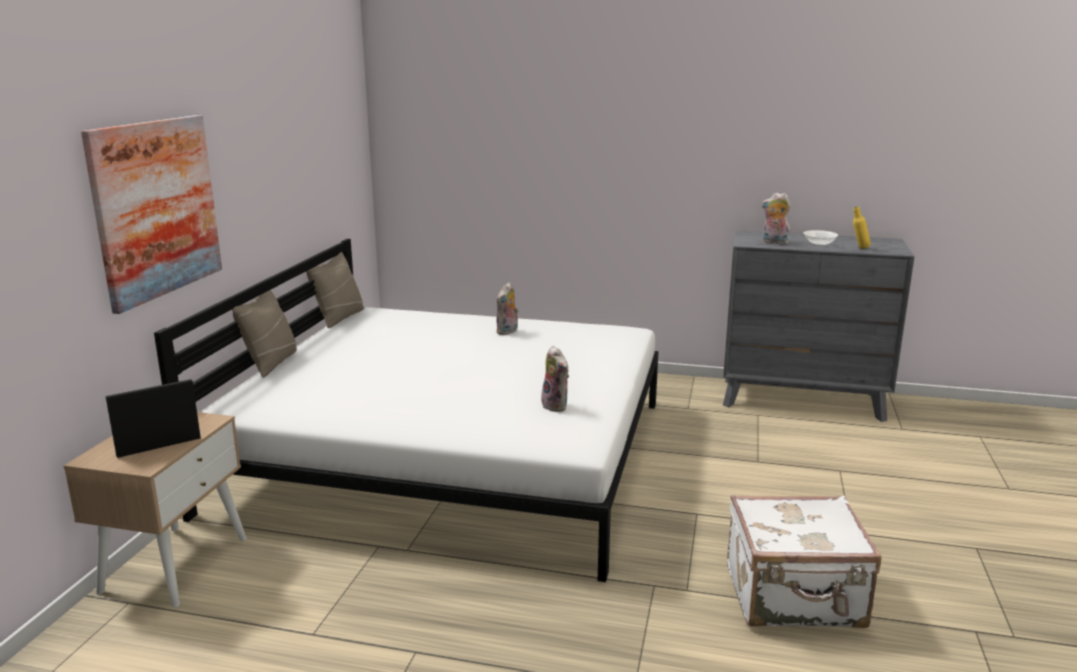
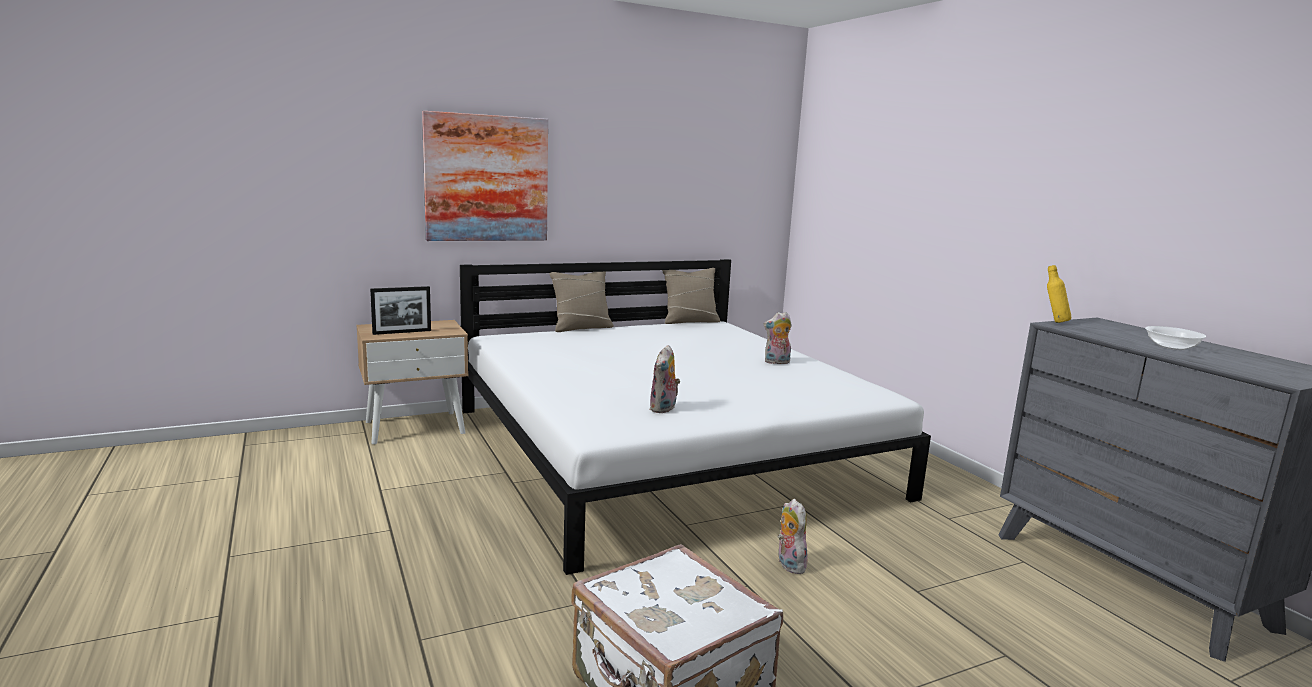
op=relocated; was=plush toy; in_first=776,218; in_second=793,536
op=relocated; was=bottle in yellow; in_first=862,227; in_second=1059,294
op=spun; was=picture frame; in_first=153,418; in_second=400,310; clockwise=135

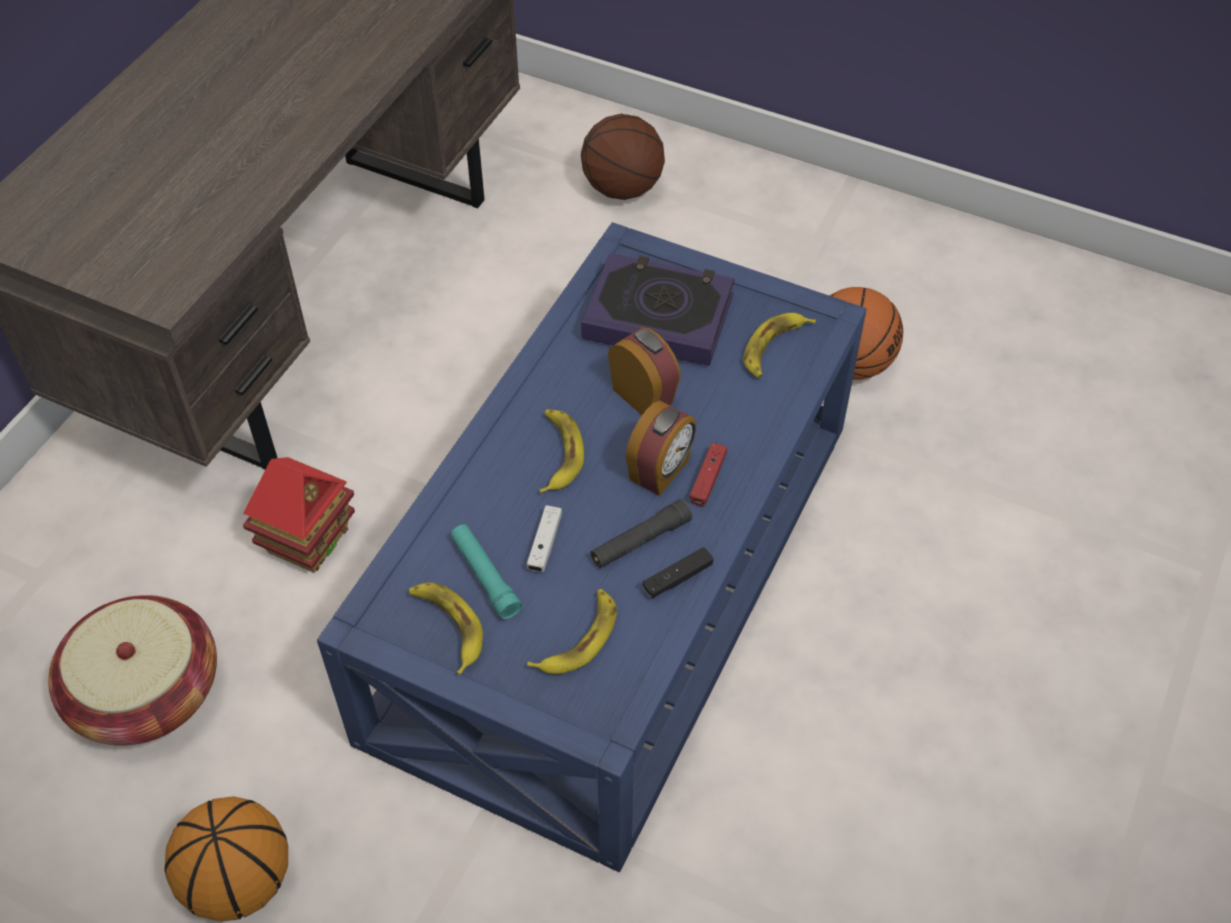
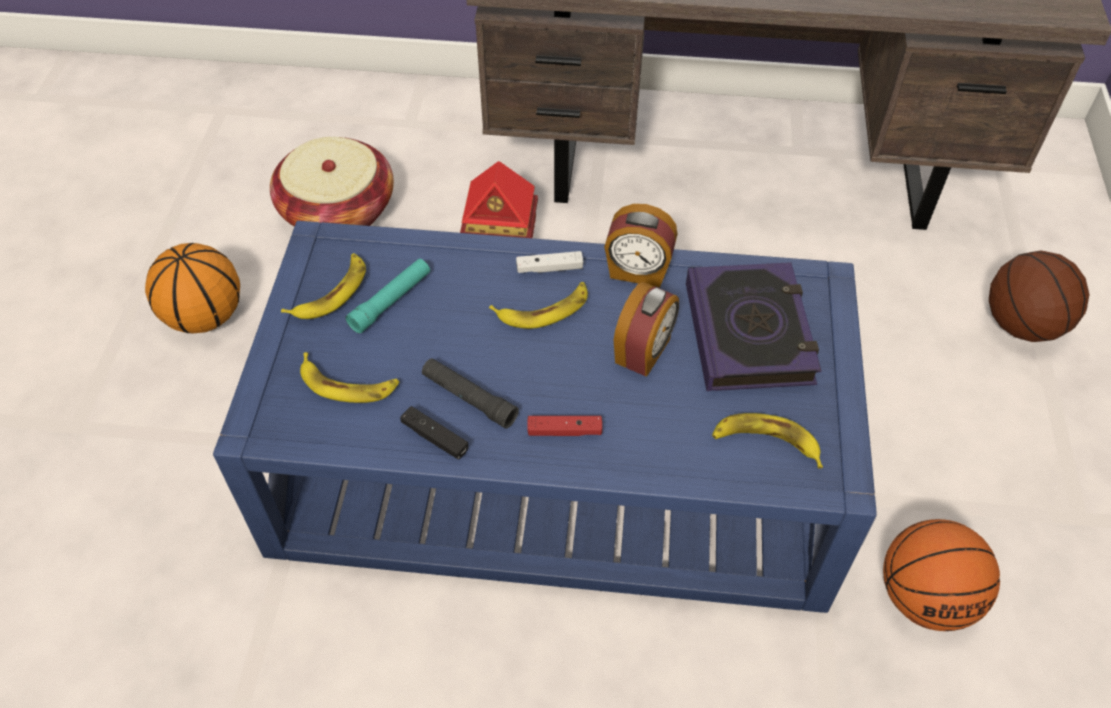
op=relocated; was=game controller in white; in_first=544,539; in_second=549,262
op=relocated; was=alarm clock; in_first=661,448; in_second=640,245

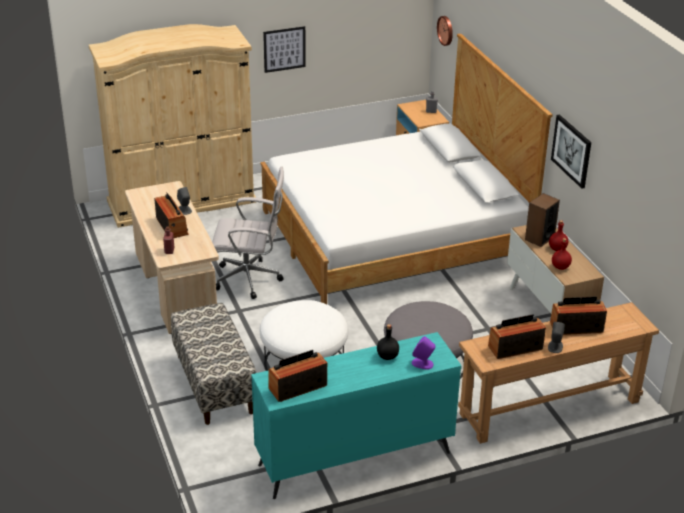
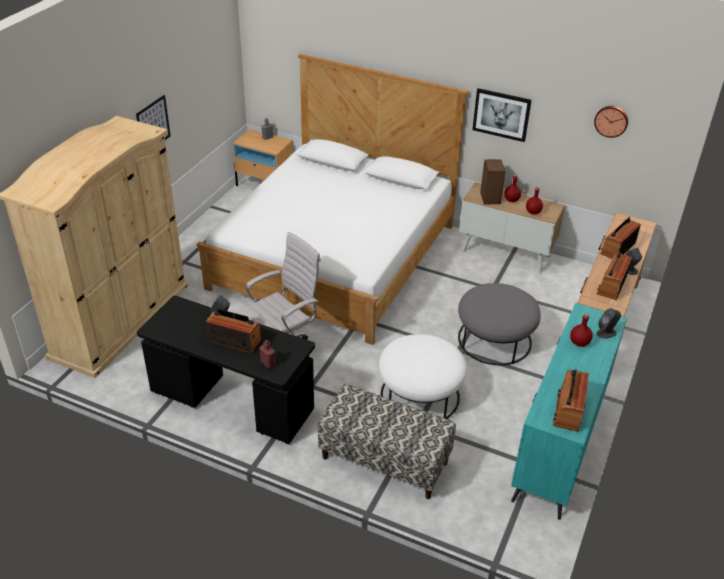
op=relocated; was=wall clock; in_first=445,31; in_second=611,122
op=colour; was=desk in beige; now=desk in black; in_first=172,257; in_second=226,370
op=colour; was=bottle in black; now=bottle in red; in_first=388,342; in_second=581,330
op=colour; was=speaker in purple; now=speaker in grey; in_first=423,352; in_second=609,323

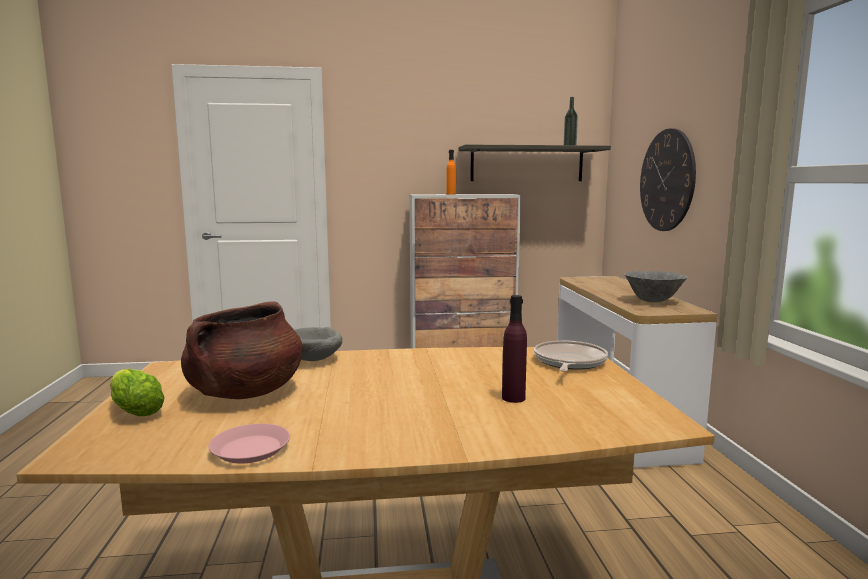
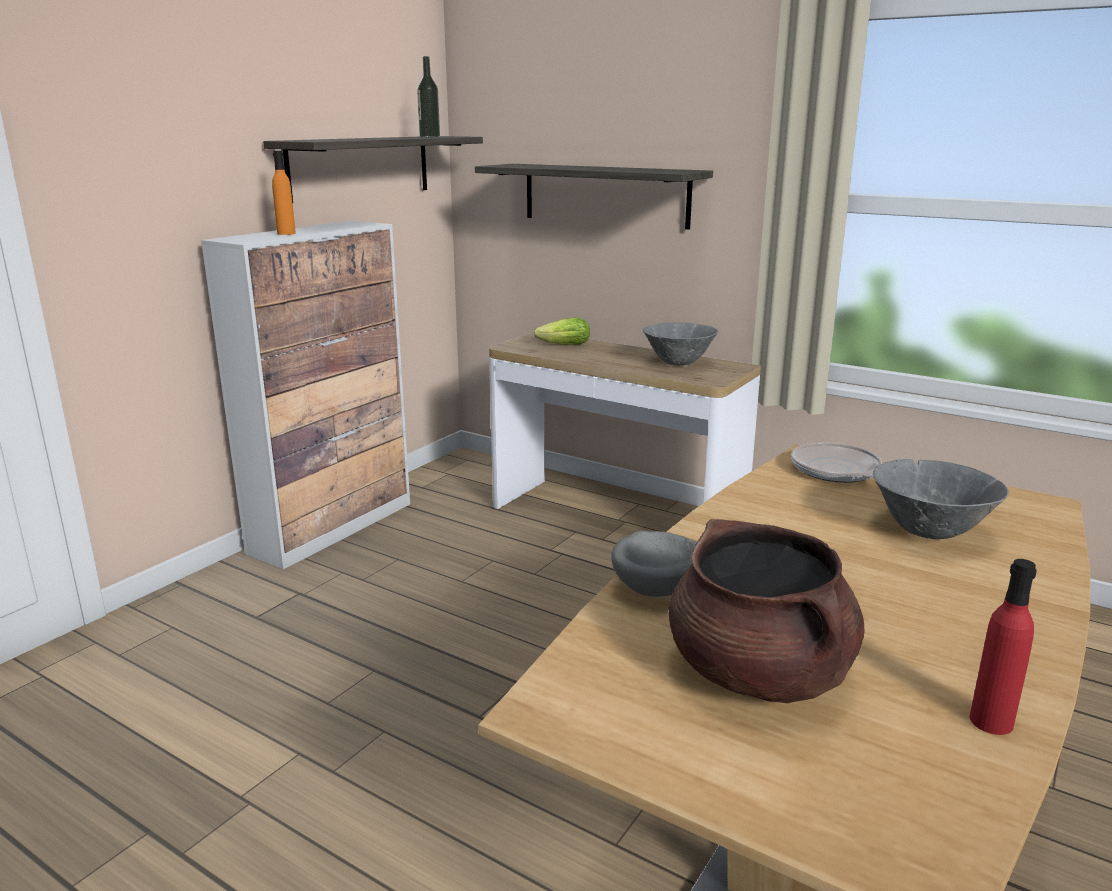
op=relocated; was=lettuce; in_first=137,392; in_second=562,331
op=exchanged; was=plate in pink; now=bottle in red; in_first=249,443; in_second=1003,647
op=exchanged; was=bottle in purple; now=bowl in grey; in_first=514,349; in_second=941,499
op=exchanged; was=wall clock; now=shelf; in_first=668,179; in_second=594,197

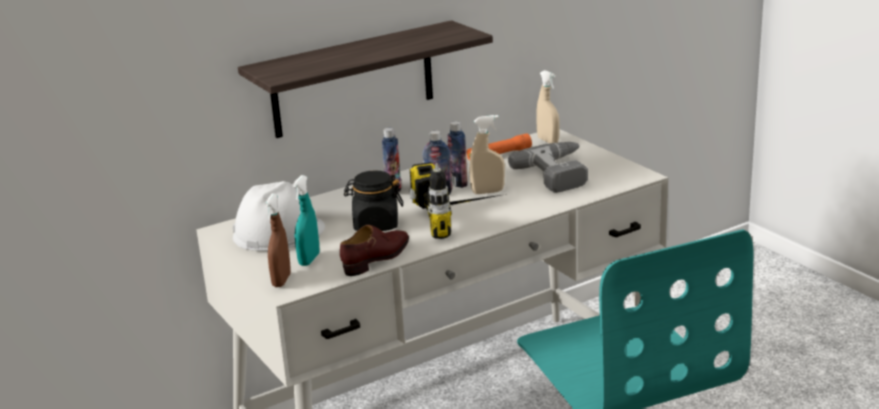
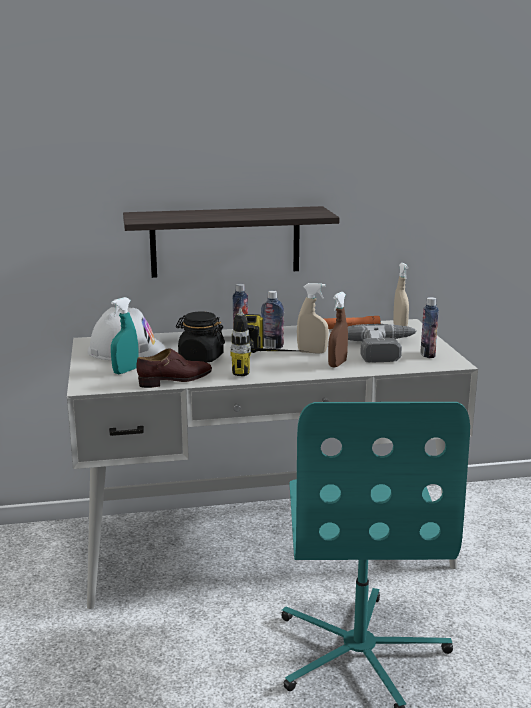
op=relocated; was=spray bottle in brown; in_first=278,240; in_second=338,330
op=relocated; was=bottle; in_first=457,154; in_second=429,327

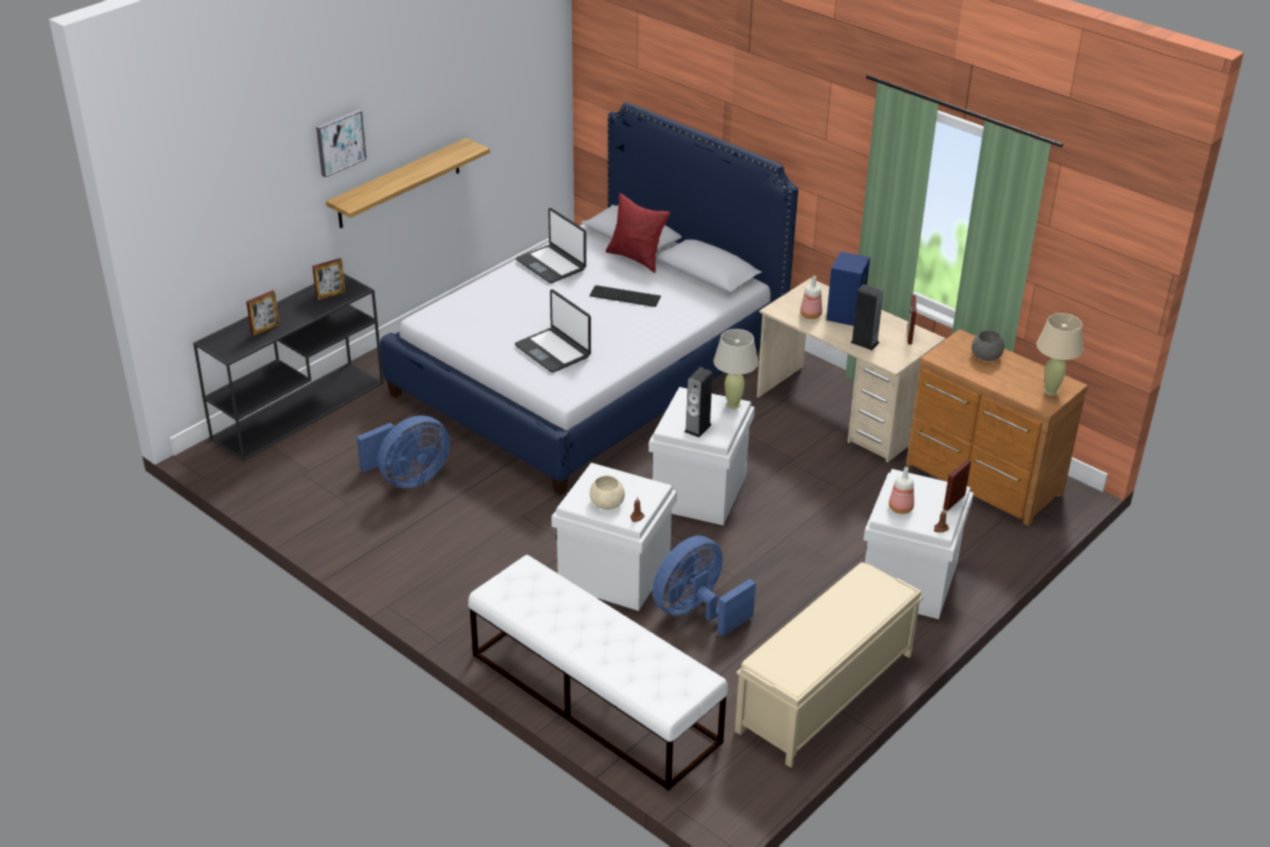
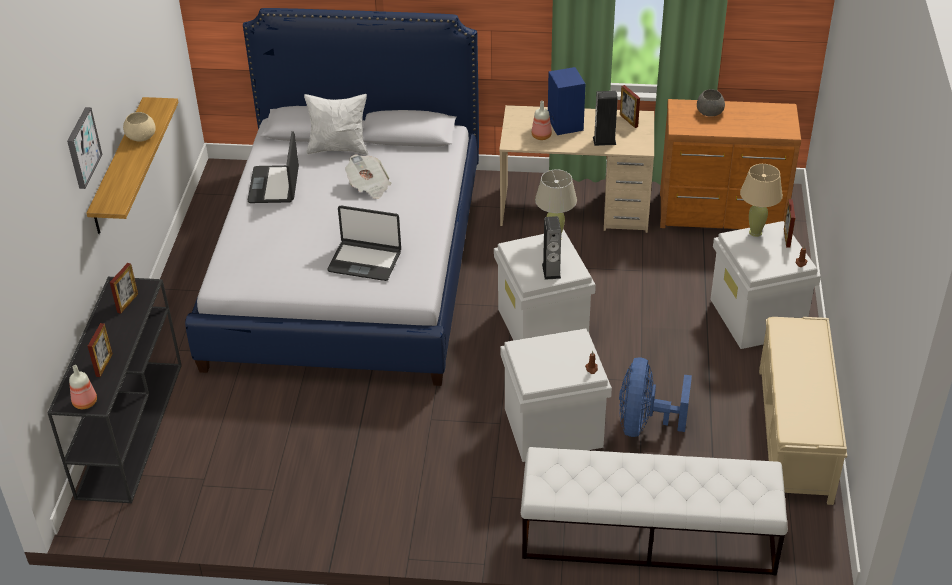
op=missing; was=fan in blue; in_first=403,451
op=relocated; was=bowl in beige; in_first=607,492; in_second=139,127
op=relocated; was=bottle; in_first=901,490; in_second=83,387
op=relocated; was=table lamp in beige; in_first=1060,354; in_second=761,200
op=exchanged; was=keyboard; now=newspaper; in_first=625,296; in_second=368,177
op=colour; was=pillow in red; now=pillow in white; in_first=638,233; in_second=336,124
op=spun; was=laptop; in_first=551,245; in_second=273,167; clockwise=75

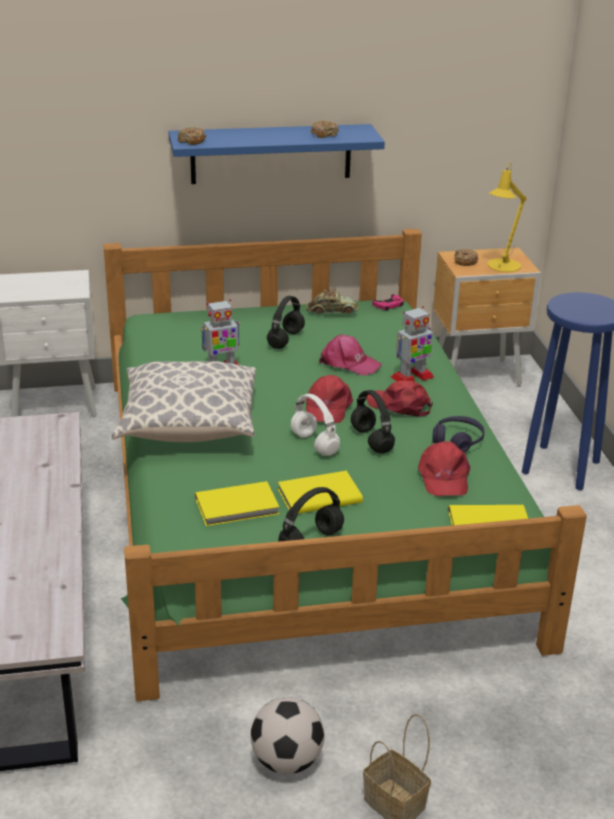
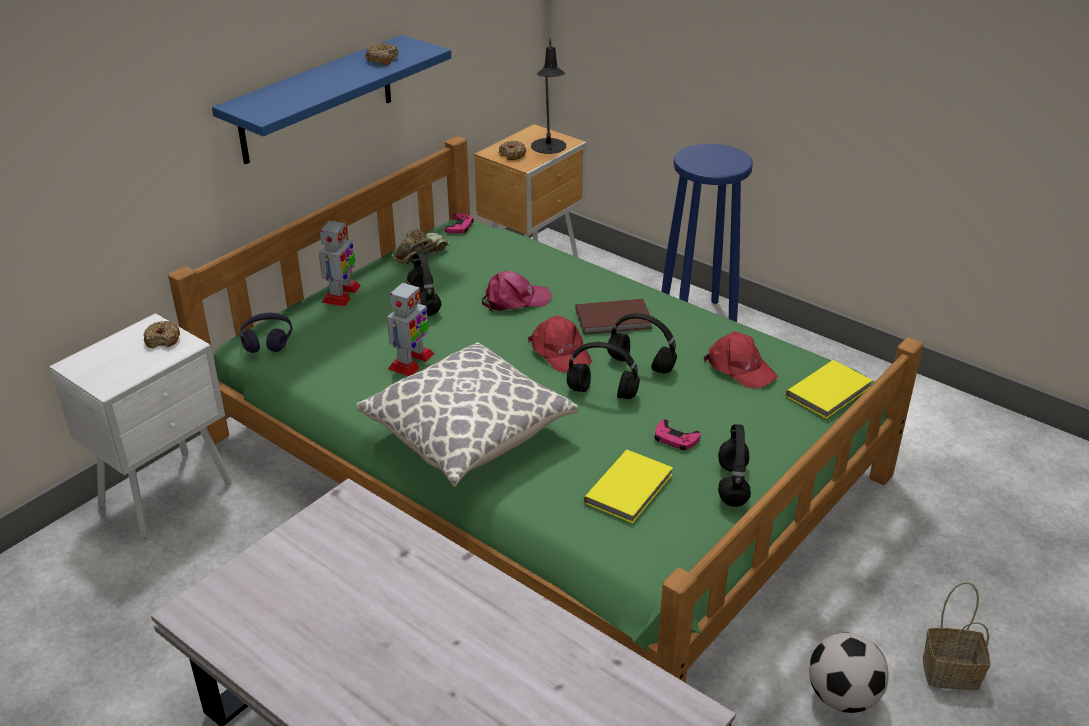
op=relocated; was=donut; in_first=192,136; in_second=161,334
op=relocated; was=toy robot; in_first=412,344; in_second=340,261
op=relocated; was=headphones in purple; in_first=458,434; in_second=266,333
op=exchanged; was=book in yellow; now=game controller in pink; in_first=320,492; in_second=677,434
op=exchanged; was=cap in red; now=book in brown; in_first=399,398; in_second=614,317
op=colour; was=headphones in white; now=headphones in black; in_first=315,425; in_second=603,370
op=colour; was=table lamp in yellow; now=table lamp in black; in_first=507,217; in_second=548,96

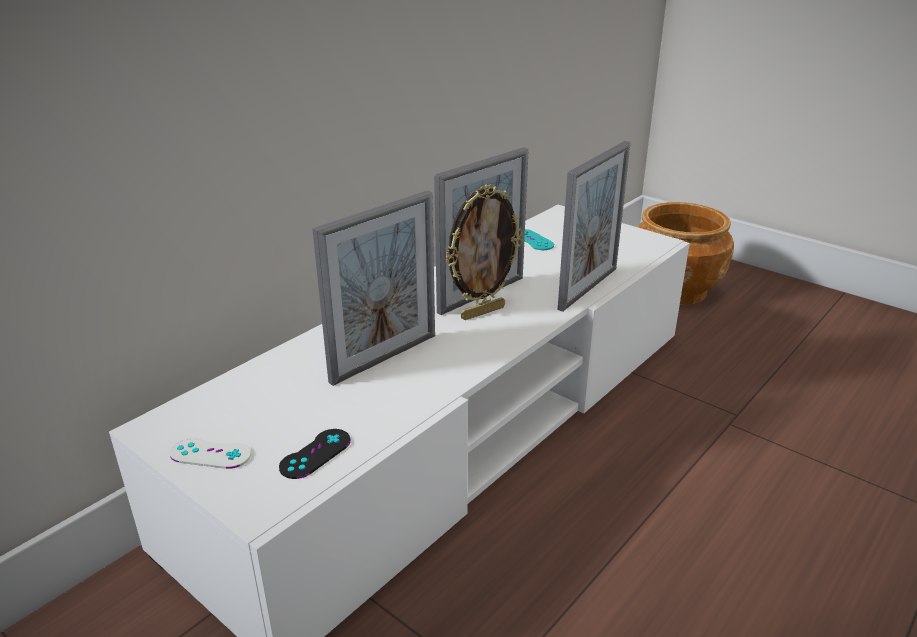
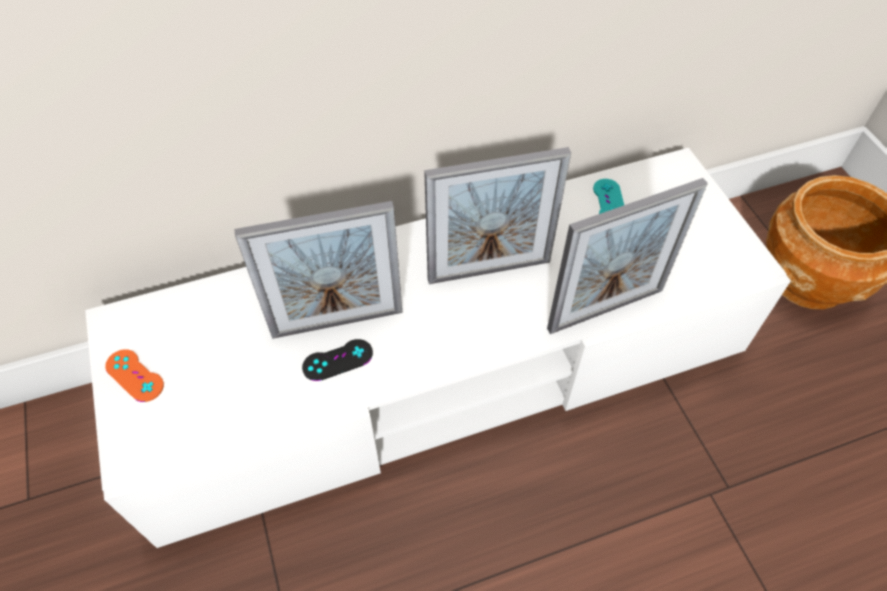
op=missing; was=picture frame; in_first=484,252
op=relocated; was=game controller in black; in_first=315,454; in_second=337,360
op=colour; was=game controller in white; now=game controller in orange; in_first=210,453; in_second=134,375

